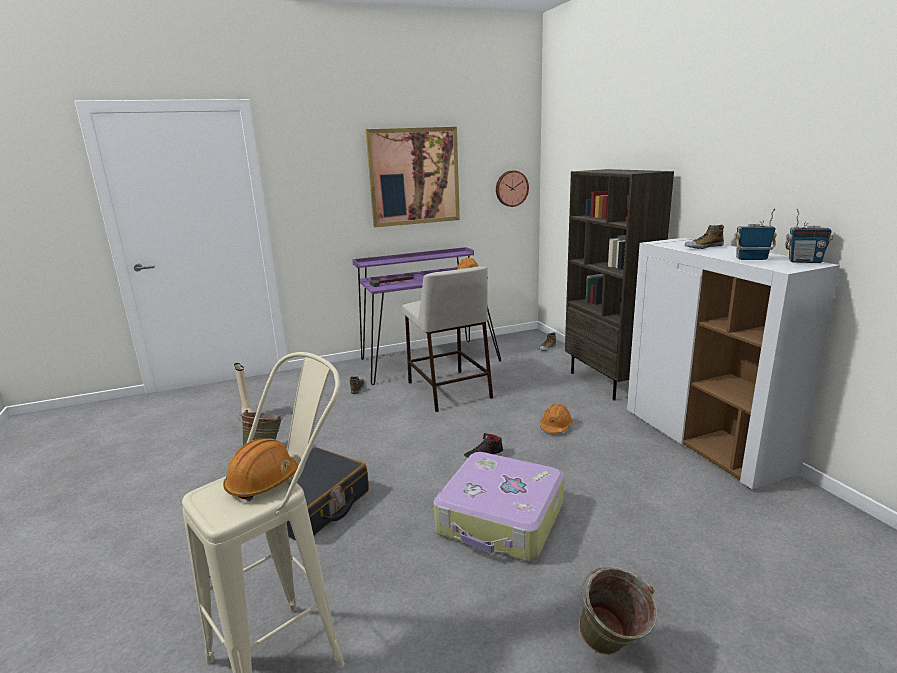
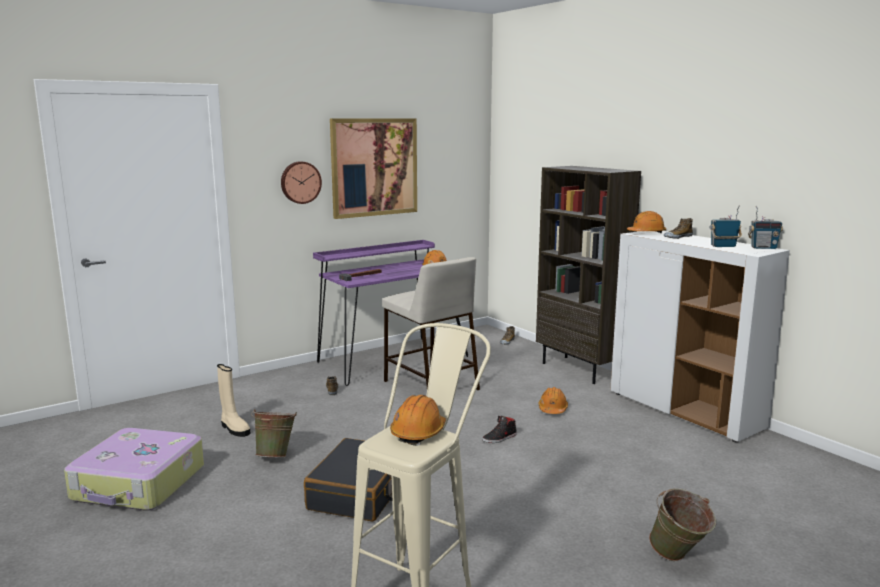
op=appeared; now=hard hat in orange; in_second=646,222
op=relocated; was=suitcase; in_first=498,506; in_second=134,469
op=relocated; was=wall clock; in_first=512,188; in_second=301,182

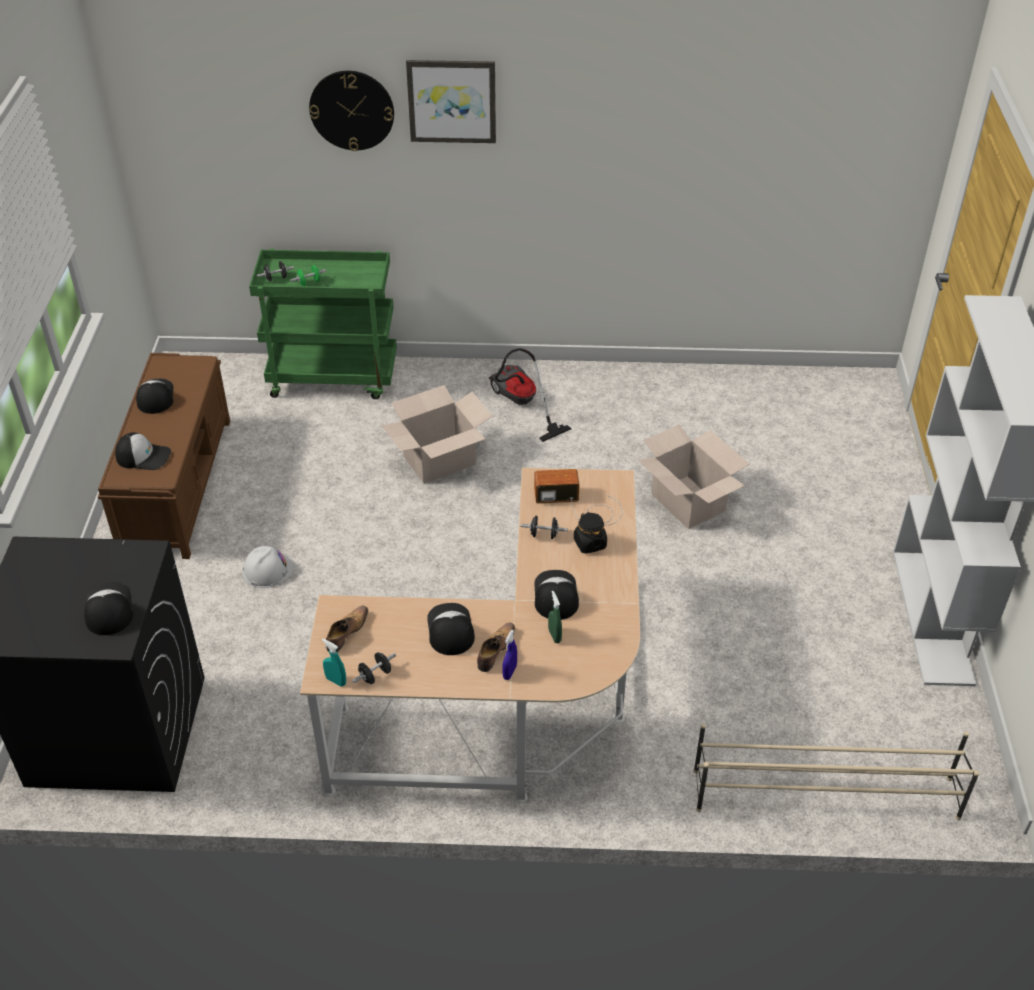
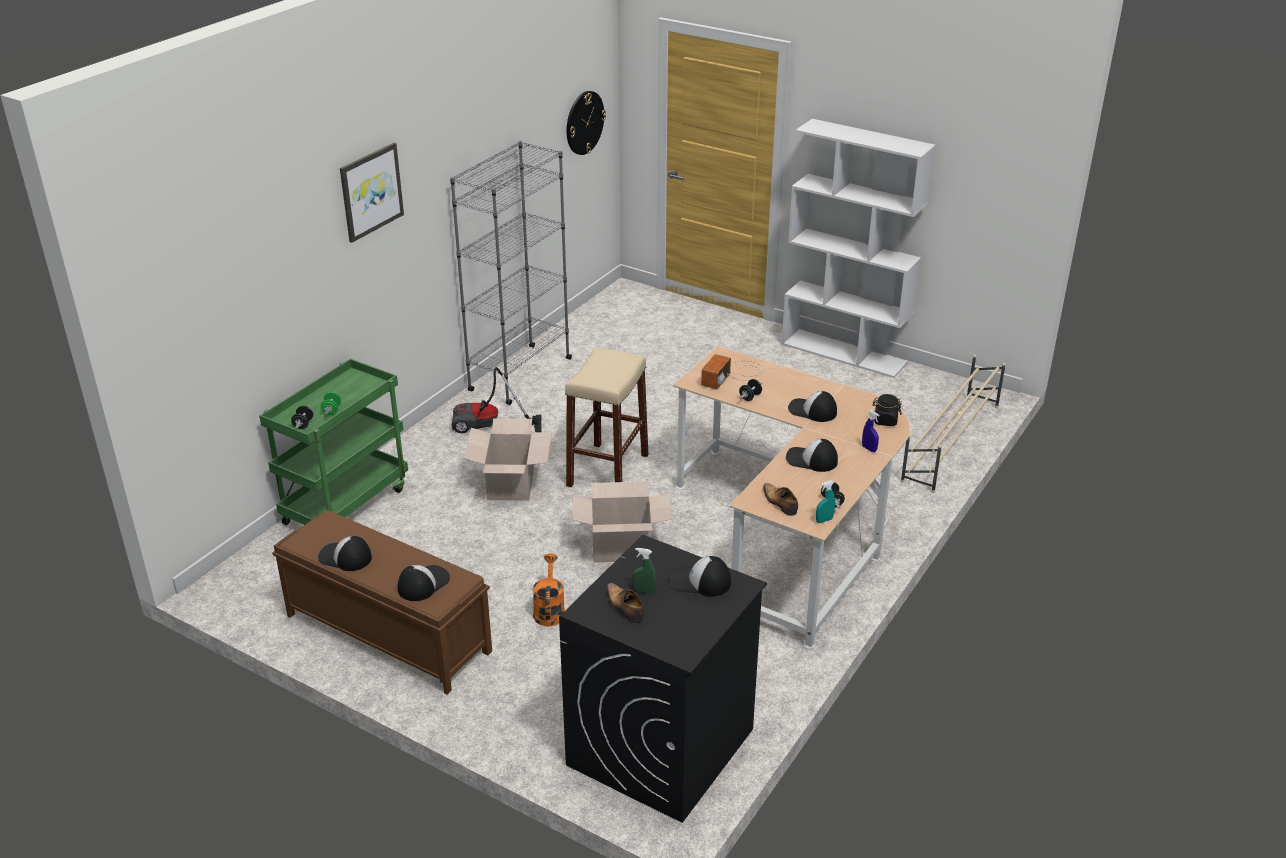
op=appeared; now=bookcase in grey; in_second=511,273
op=appeared; now=stool in beige; in_second=606,417
op=relocated; was=wall clock; in_first=351,111; in_second=586,123
op=relocated; was=shoe; in_first=496,647; in_second=625,603
op=relocated; was=spray bottle in green; in_first=555,617; in_second=644,571
op=relocated; was=jar in black; in_first=590,533; in_second=887,410
op=relocated; was=cardboard box; in_first=694,476; in_second=622,522
op=exchanged; was=hard hat in white; now=watering can in orange; in_first=268,567; in_second=549,590

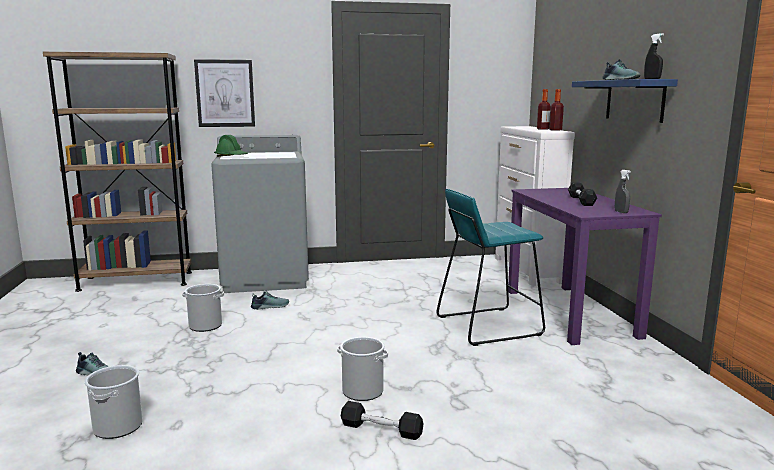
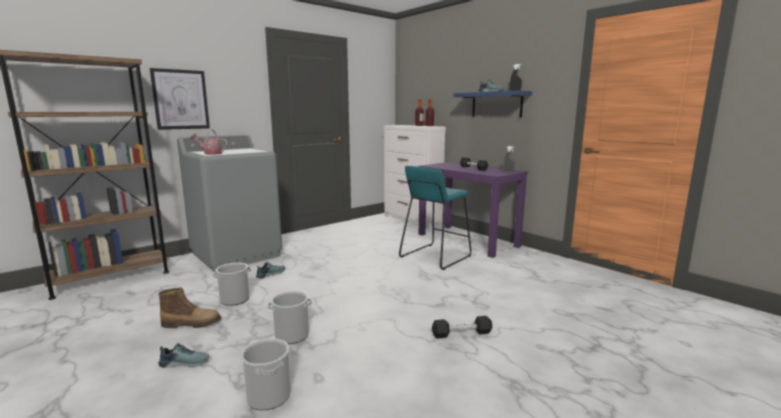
op=appeared; now=boot; in_second=189,307
op=relocated; was=bucket; in_first=362,369; in_second=290,317
op=exchanged; was=hard hat in green; now=watering can; in_first=231,146; in_second=209,142

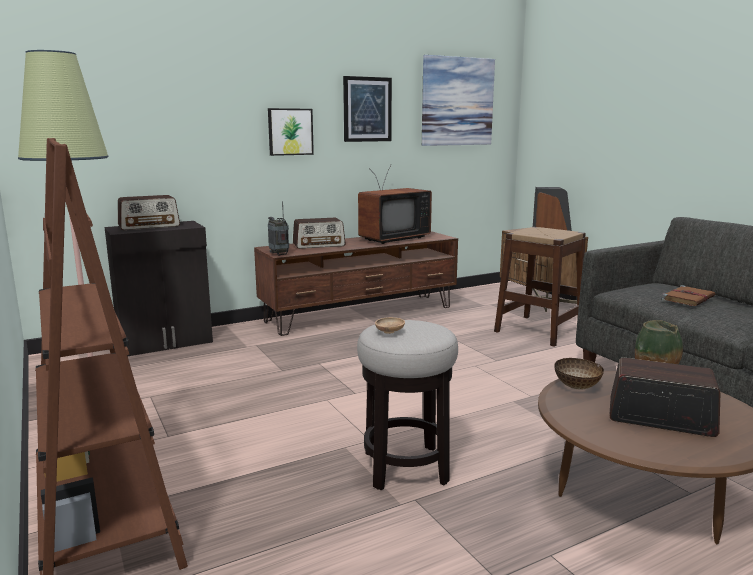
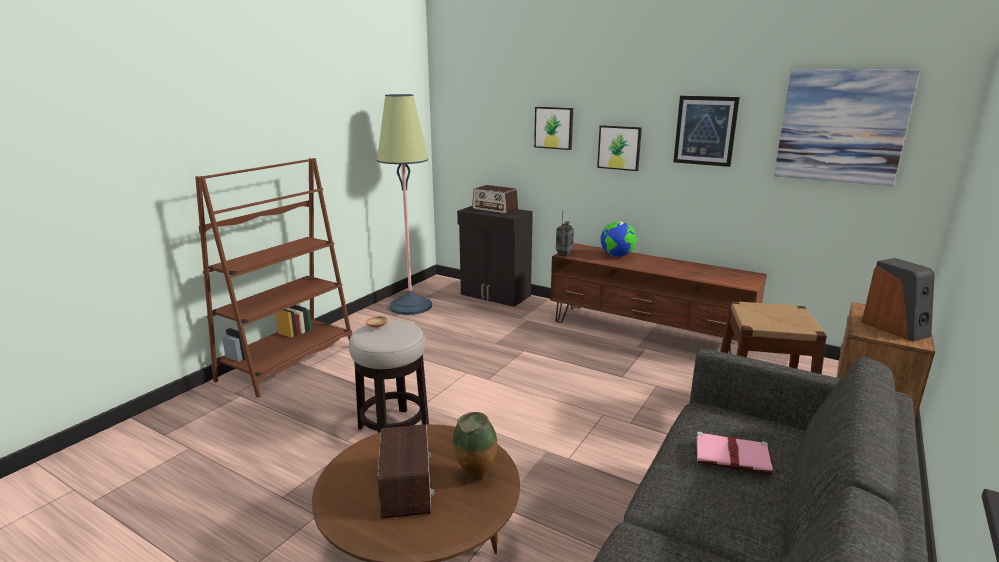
op=missing; was=television; in_first=395,204
op=missing; was=bowl; in_first=579,374
op=appeared; now=picture; in_second=553,128
op=exchanged; was=radio; now=globe; in_first=319,233; in_second=618,239
op=colour; was=book in brown; now=book in pink; in_first=688,295; in_second=735,453

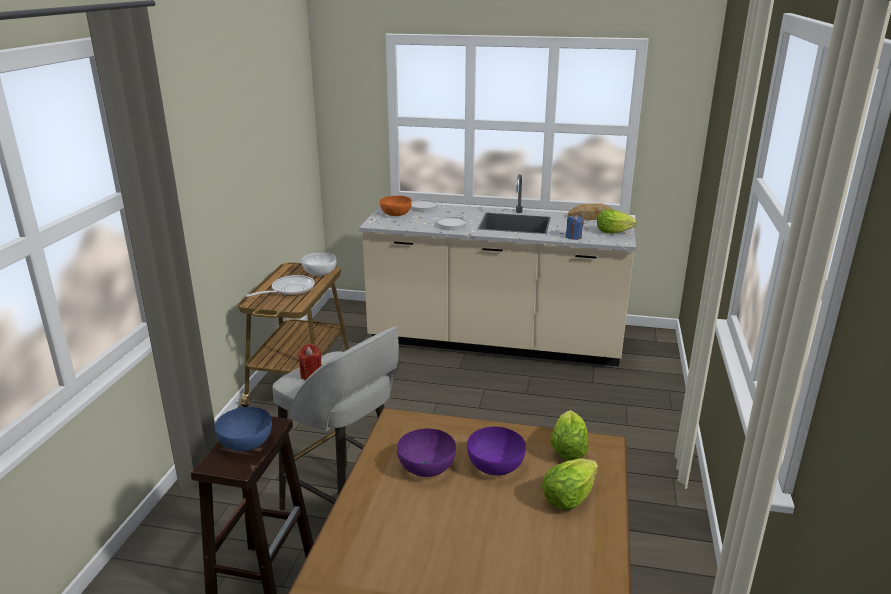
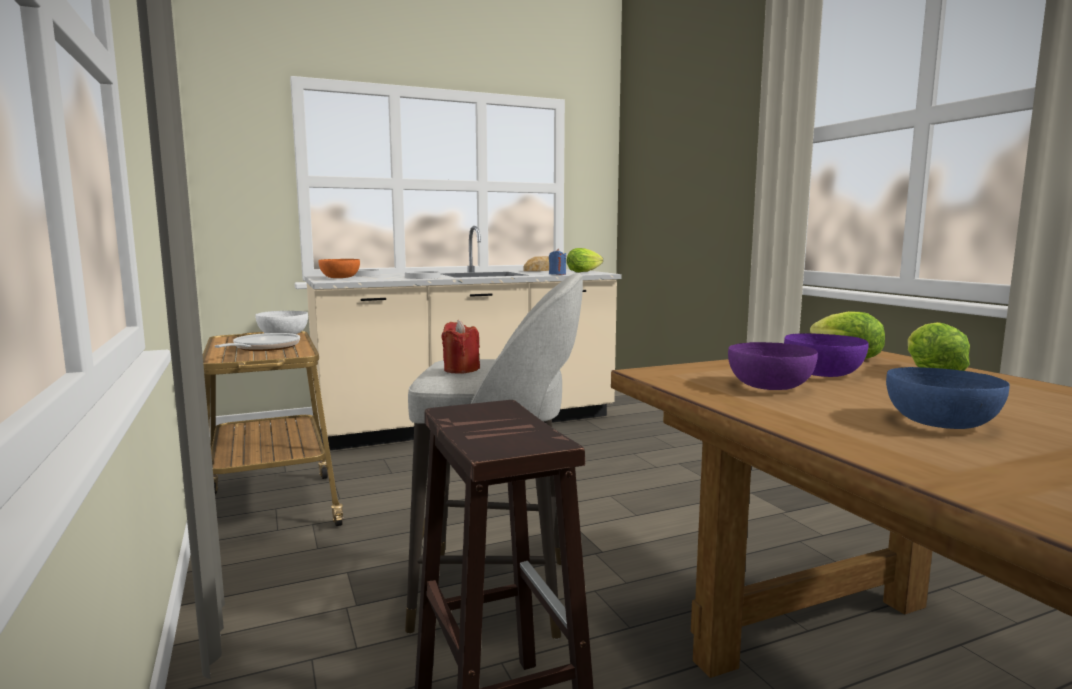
op=relocated; was=bowl in blue; in_first=243,429; in_second=948,398

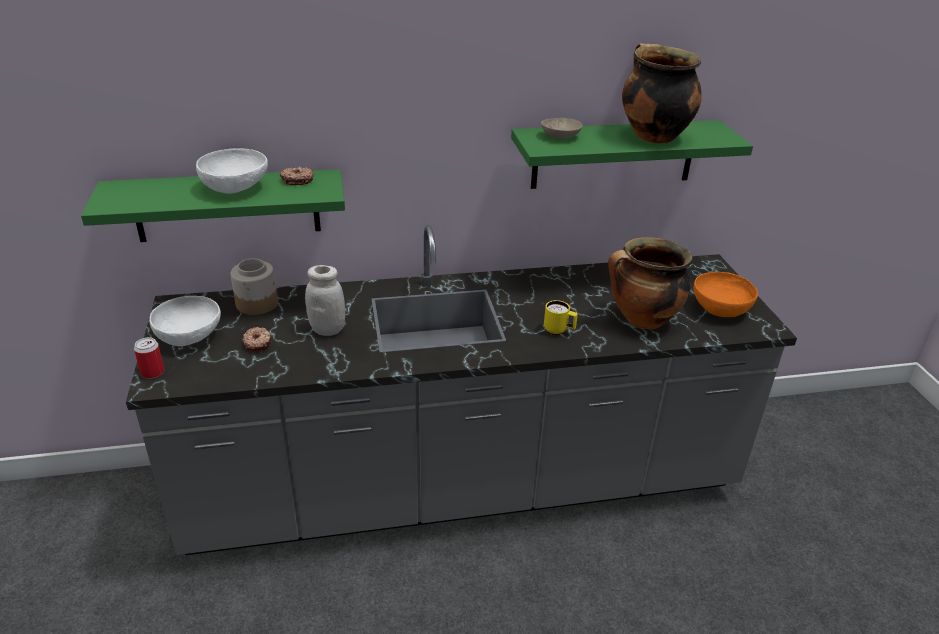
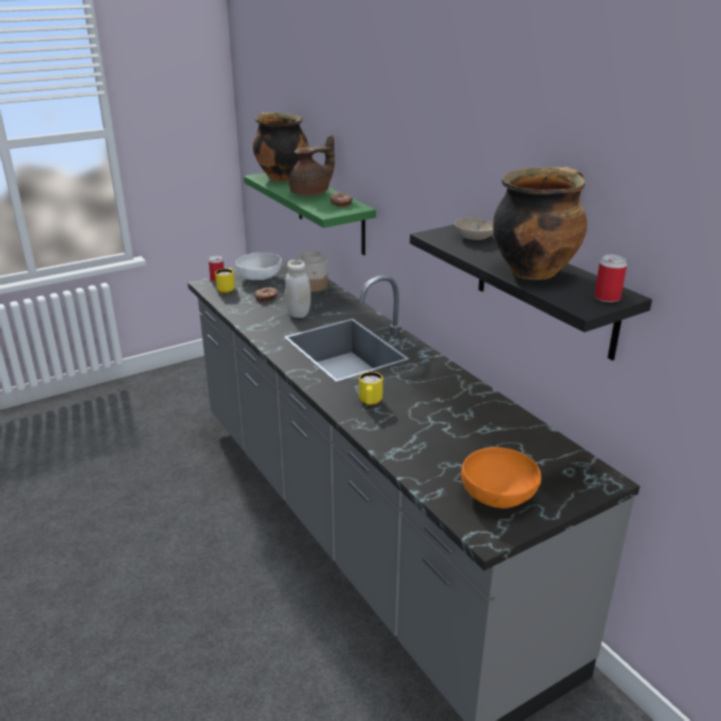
op=appeared; now=mug in yellow; in_second=225,281
op=appeared; now=can; in_second=610,278
op=relocated; was=cooking pot; in_first=650,283; in_second=281,147
op=exchanged; was=bowl in white; now=teapot in brown; in_first=232,171; in_second=312,165
op=colour; was=shelf in green; now=shelf in black; in_first=632,154; in_second=531,292

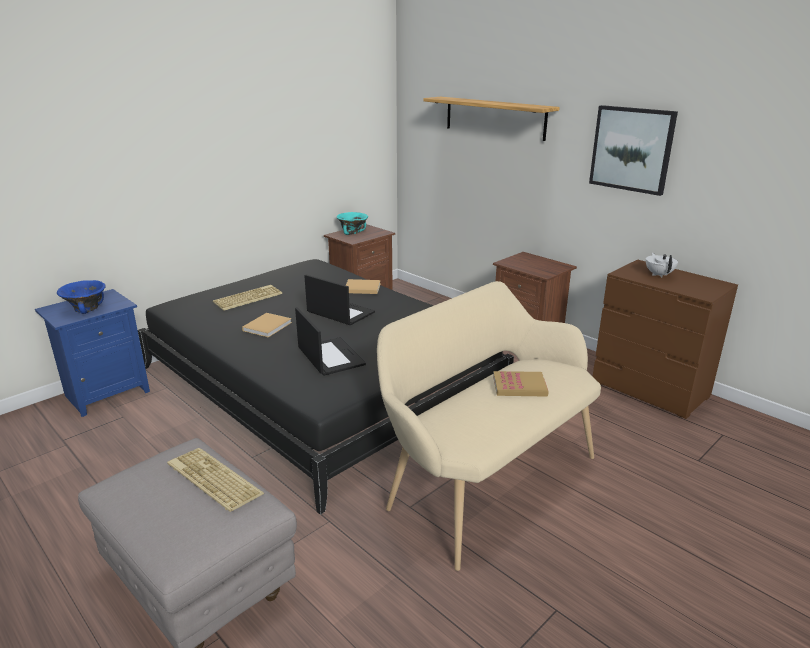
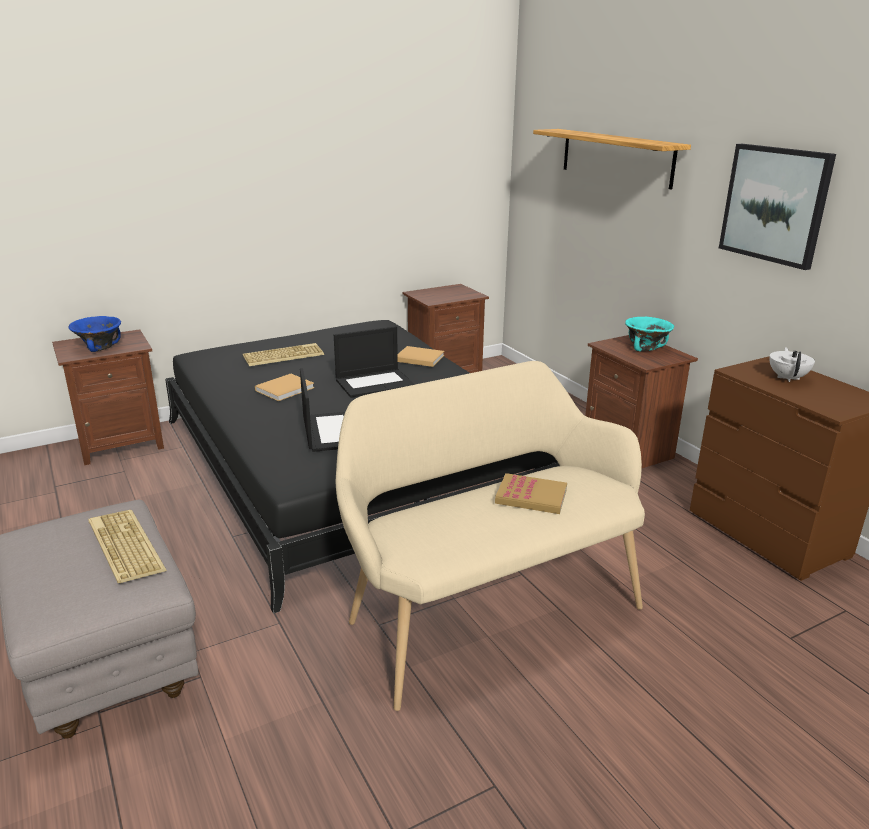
op=relocated; was=bowl in turquoise; in_first=352,223; in_second=649,334
op=colour; was=nightstand in blue; now=nightstand in brown; in_first=92,353; in_second=108,397
op=spun; was=laptop; in_first=339,299; in_second=374,362; clockwise=105

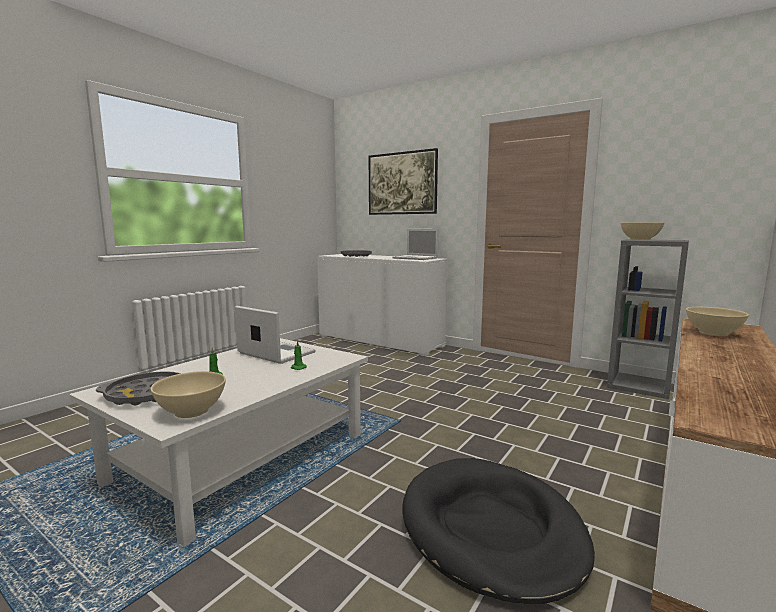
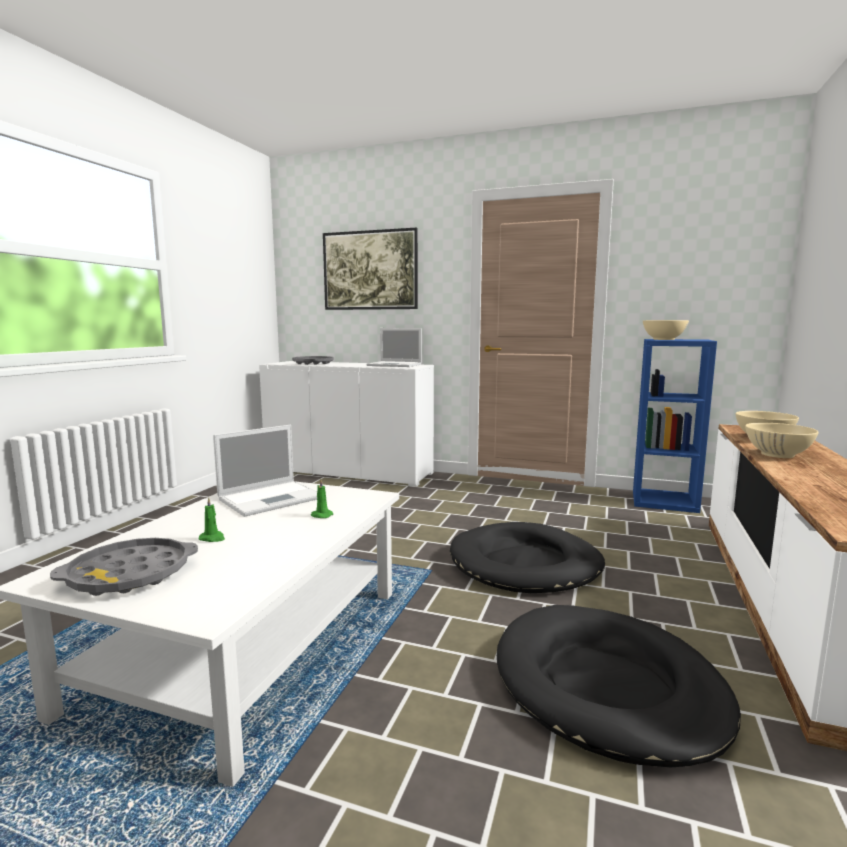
op=appeared; now=dog bed in black; in_second=527,557
op=relocated; was=bowl in beige; in_first=188,394; in_second=782,440
op=colour; was=bookcase in grey; now=bookcase in blue; in_first=648,319; in_second=675,426
op=spun; was=laptop; in_first=275,335; in_second=265,471; clockwise=120

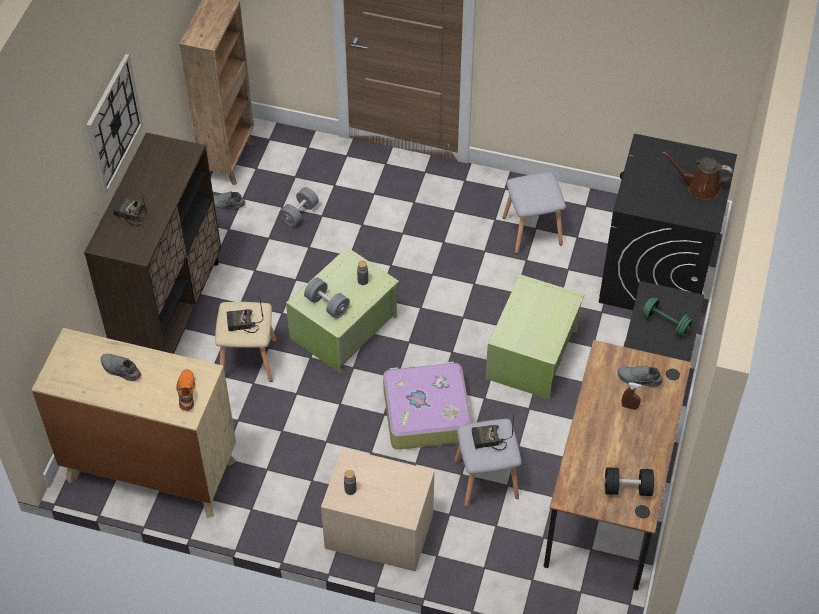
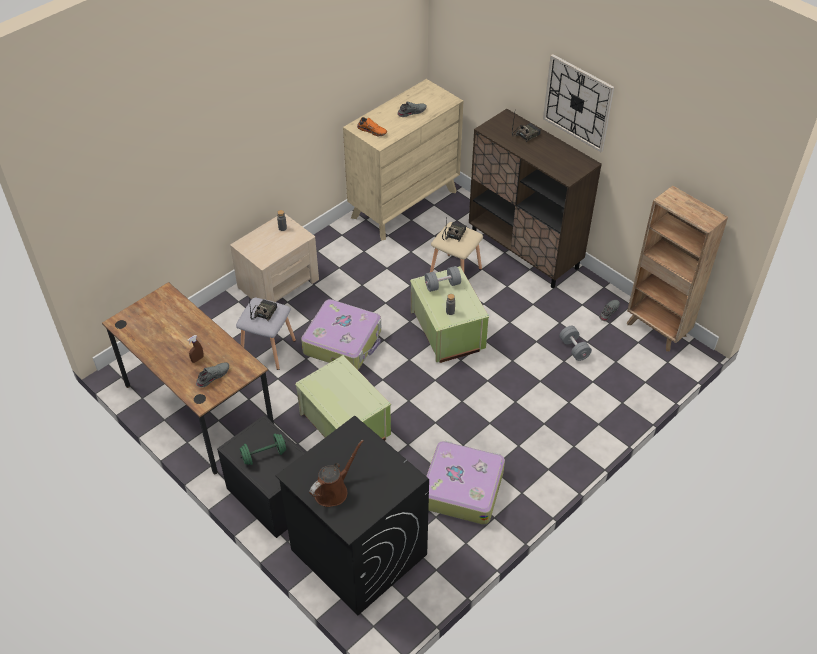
op=missing; was=dumbbell in black; in_first=629,481
op=exchanged; was=stool in grey; now=suitcase; in_first=534,213; in_second=465,482

